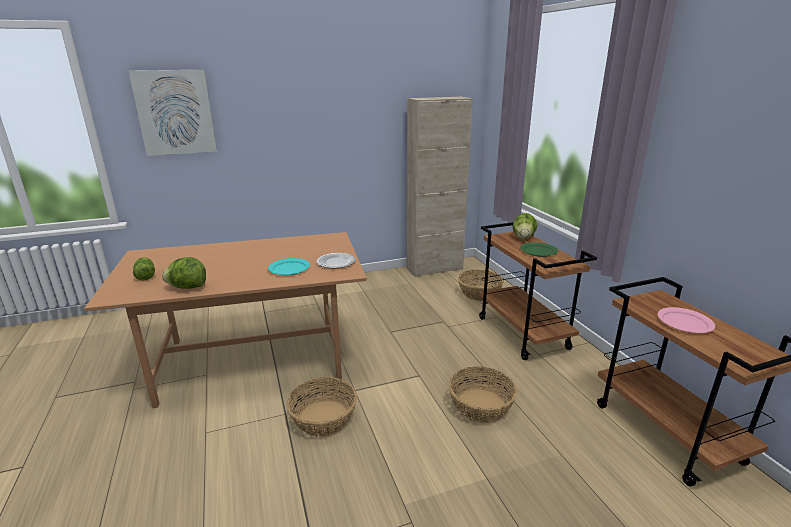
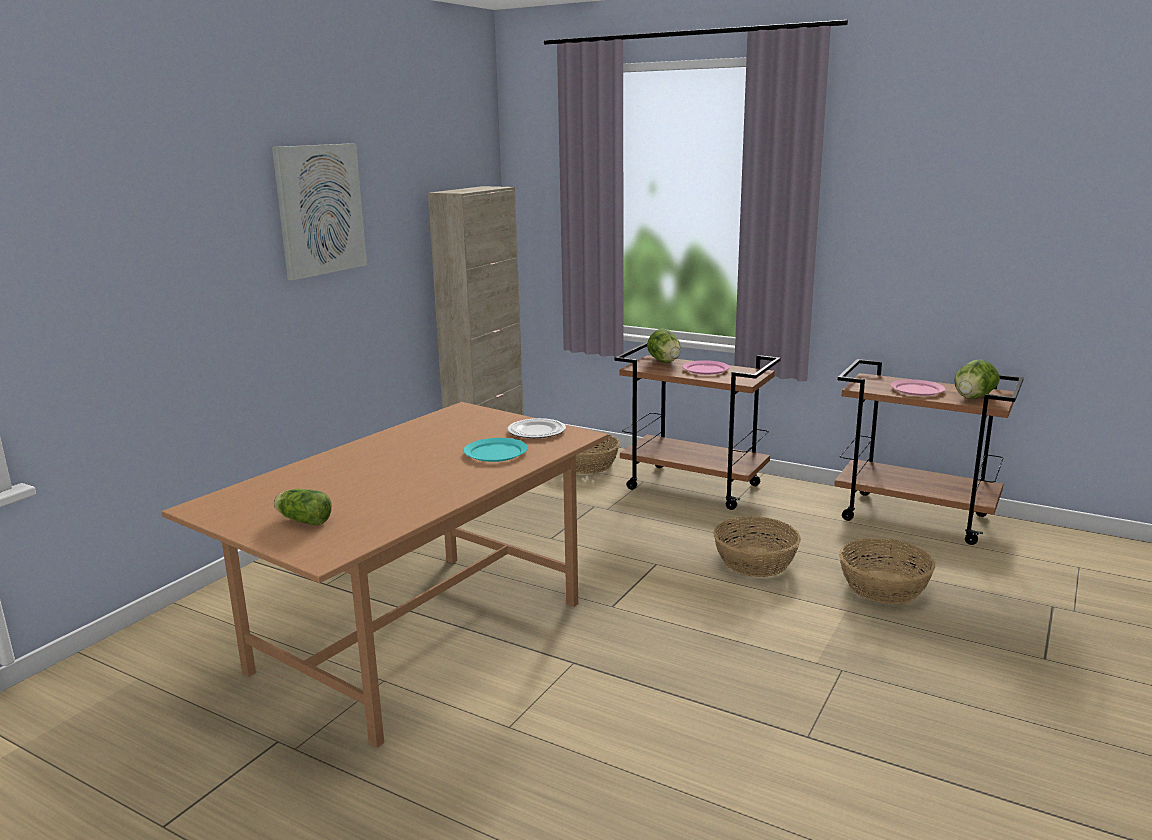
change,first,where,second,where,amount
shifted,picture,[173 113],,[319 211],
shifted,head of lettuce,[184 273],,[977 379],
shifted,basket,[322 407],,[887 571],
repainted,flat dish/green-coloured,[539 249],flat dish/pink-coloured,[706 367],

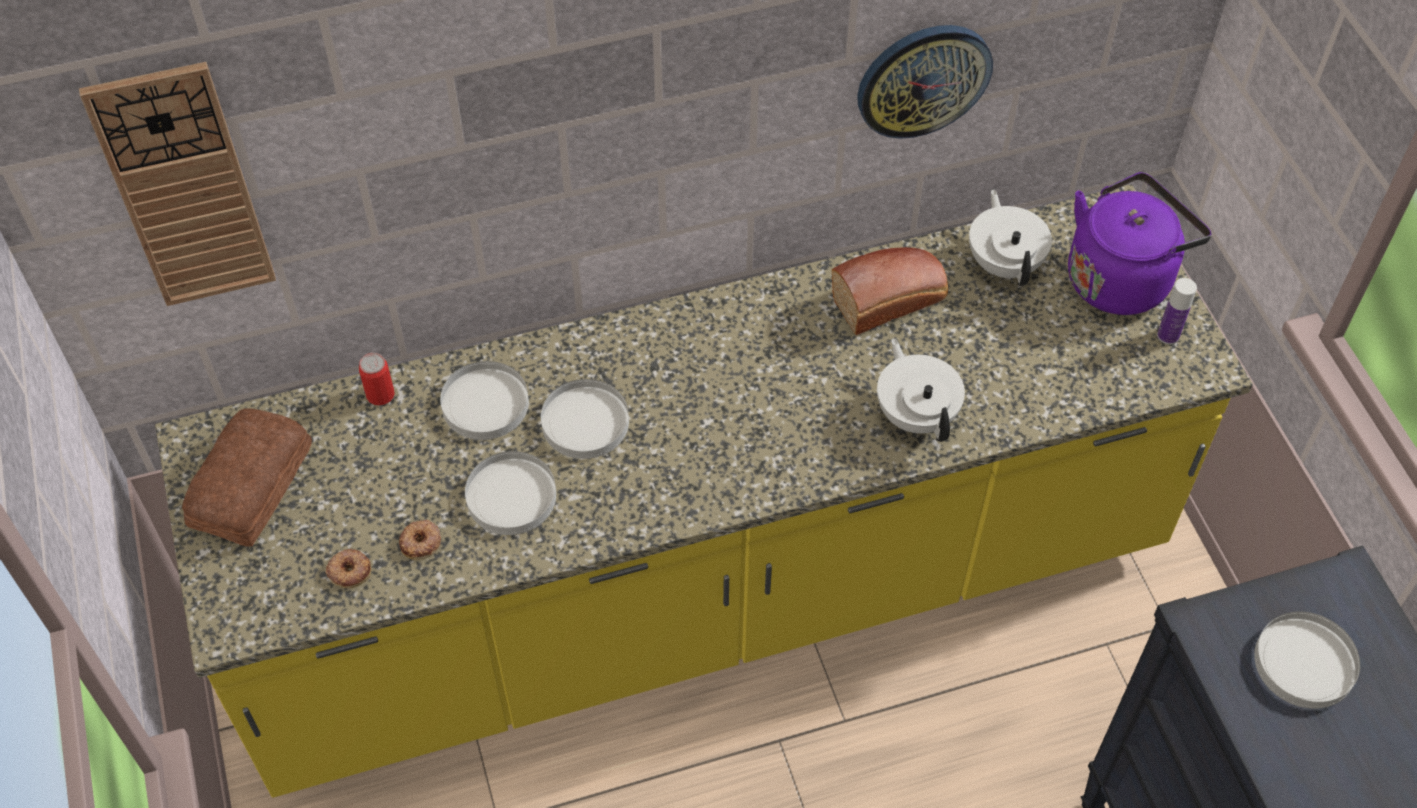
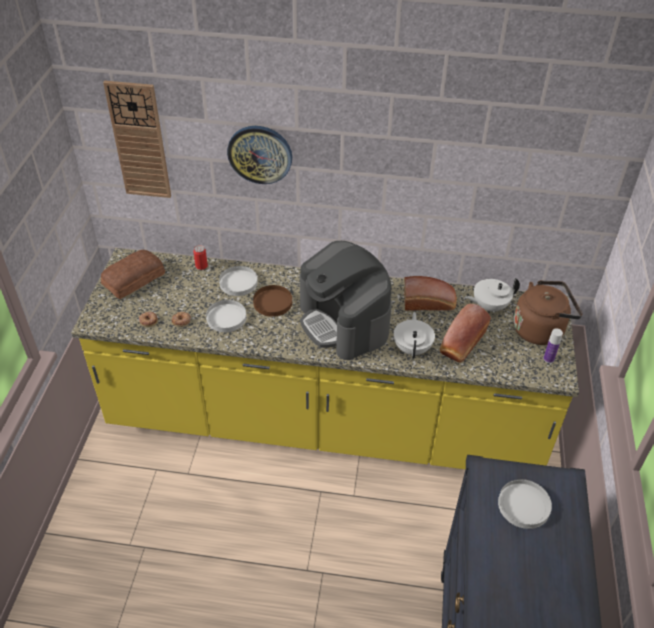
change,first,where,second,where,amount
new,,,coffee maker,[346 300],
new,,,bakery bread,[465 333],
shifted,clock on the wall,[925 82],,[259 155],
repainted,flat dish/white-coloured,[585 419],flat dish/brown-coloured,[272 301],
repainted,tea kettle/purplish,[1140 243],tea kettle/brown-coloured,[547 312],
rotated,teapot/white-coloured,[1010 237],,[492 295],120 degrees counterclockwise

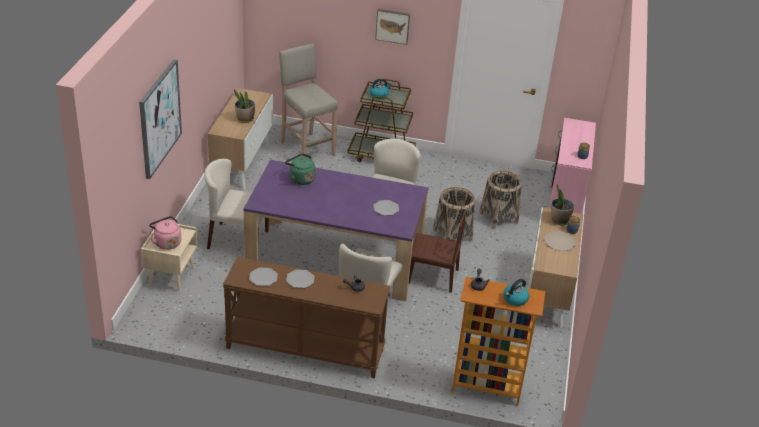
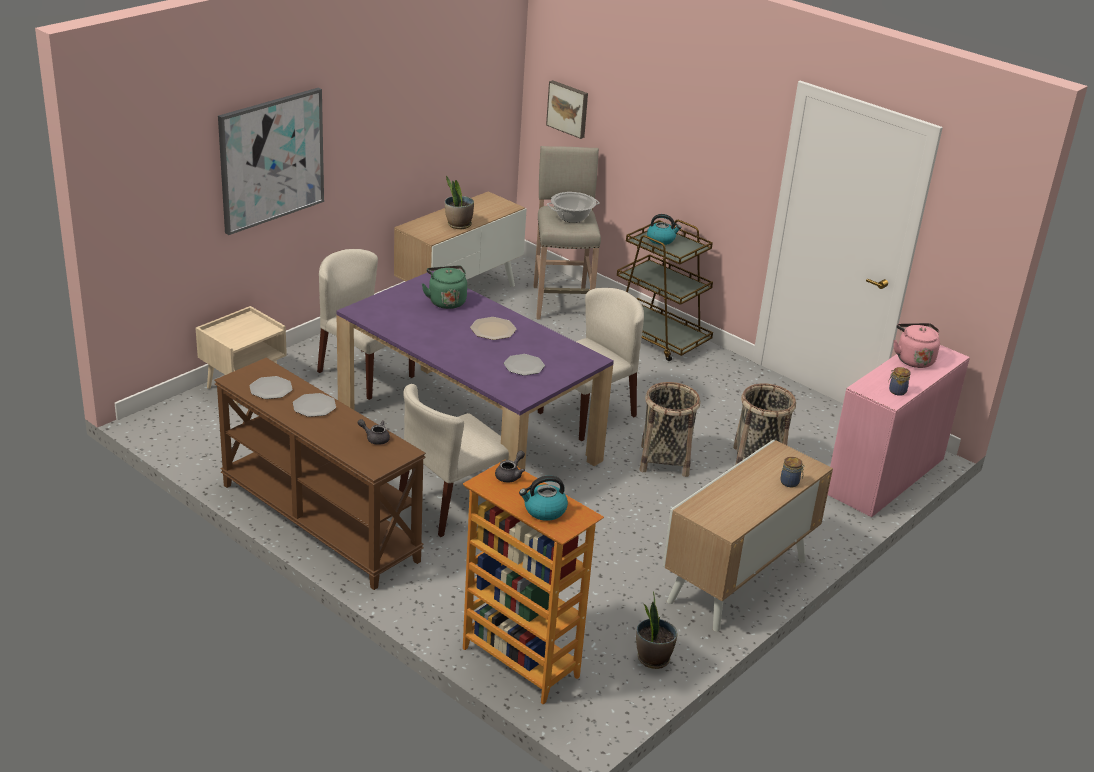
change,first,where,second,where,amount
gone,upright chair/brown-coloured,[437 251],,,
new,,,cooking pot,[573 207],
shifted,tea kettle/pink-coloured,[165 233],,[916 345],
shifted,picture,[392 27],,[567 109],
shifted,flat dish,[560 241],,[493 328],
shifted,potted plant,[562 204],,[657 630],

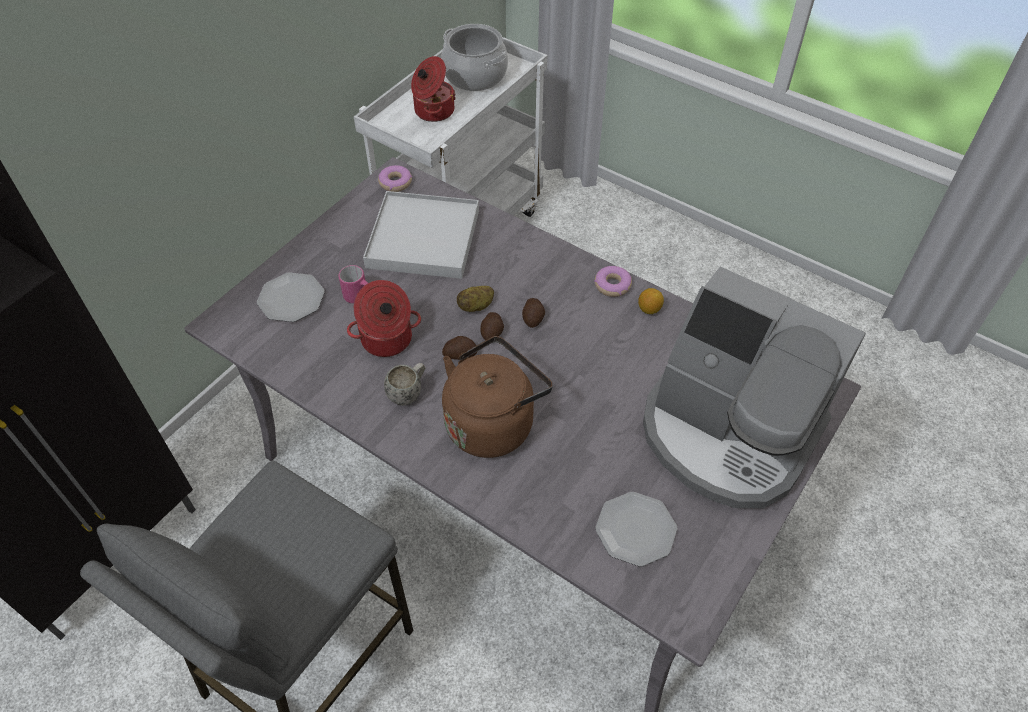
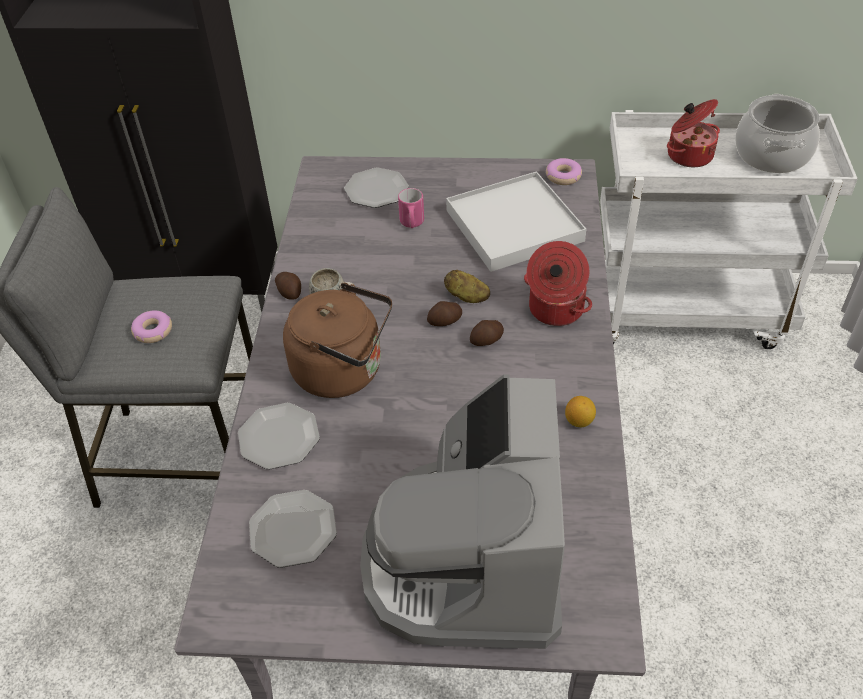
change,first,where,second,where,amount
new,,,flat dish,[279 436],
shifted,cooking pot,[384 318],,[558 283],
shifted,potato,[460 348],,[288 286],
shifted,doughnut,[613 281],,[151 327],

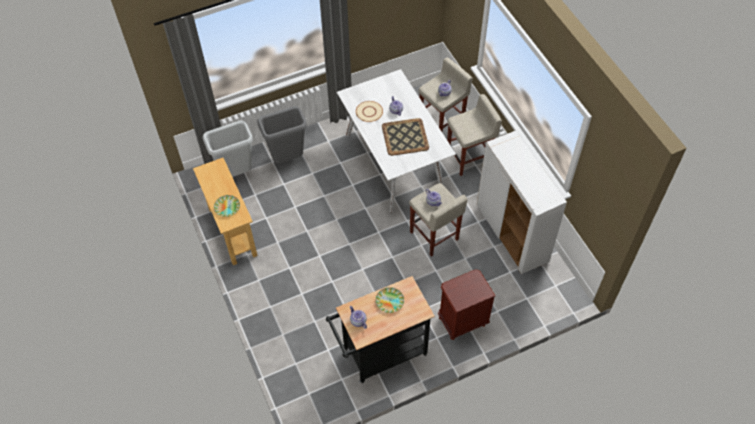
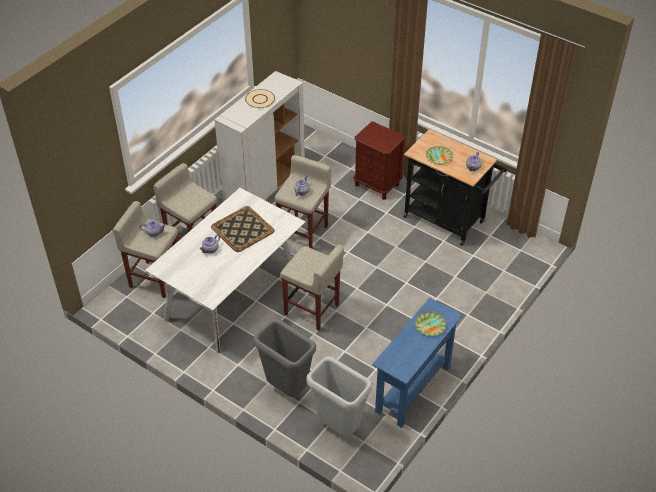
change,first,where,second,where,amount
new,,,sitting stool/sand-coloured,[312 287],
shifted,flat dish/sand-coloured,[369 111],,[260 98],
repainted,console table/sand-coloured,[225 211],console table/blue-coloured,[417 363],

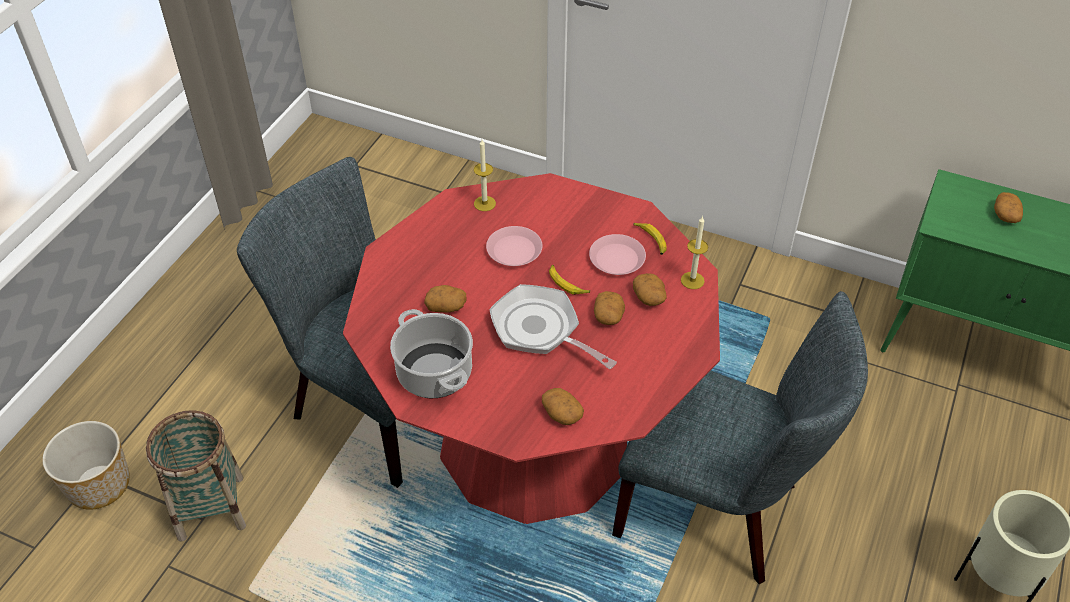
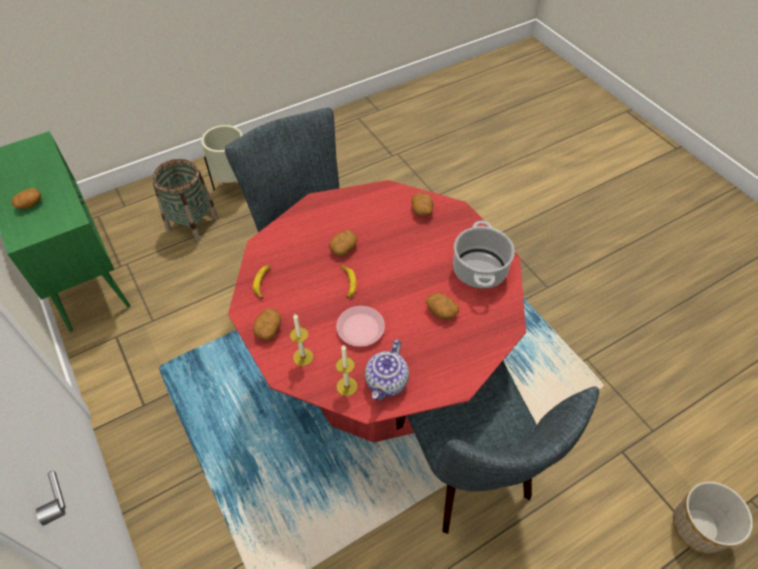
change,first,where,second,where,amount
gone,skillet,[553 326],,,
gone,flat dish/pink-coloured,[617 254],,,
new,,,teapot,[387 369],
shifted,basket,[196 476],,[185 200],
shifted,potato,[650 289],,[267 324],
shifted,wax candle,[694 252],,[301 340],

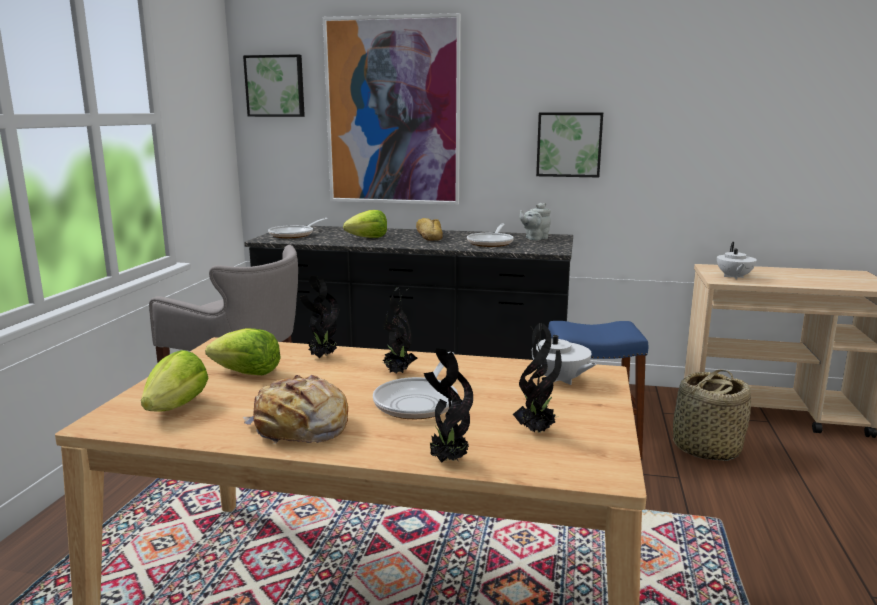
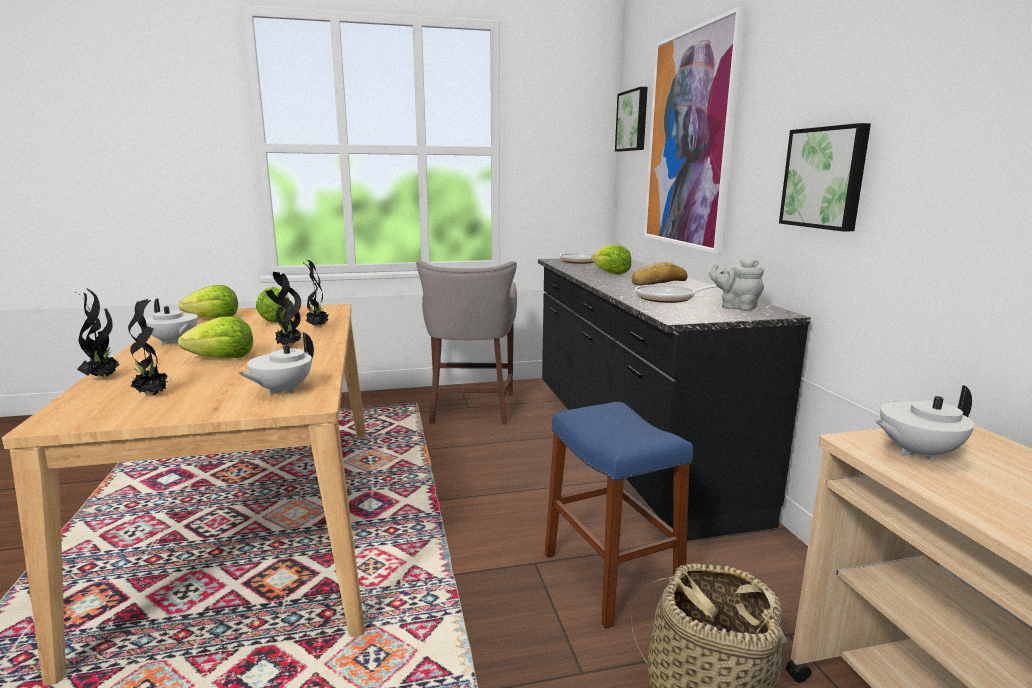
change,first,where,second,where,amount
swapped,bakery bread,[295 409],teapot/white-coloured,[171 322],
swapped,skillet,[415 385],head of lettuce,[215 337],

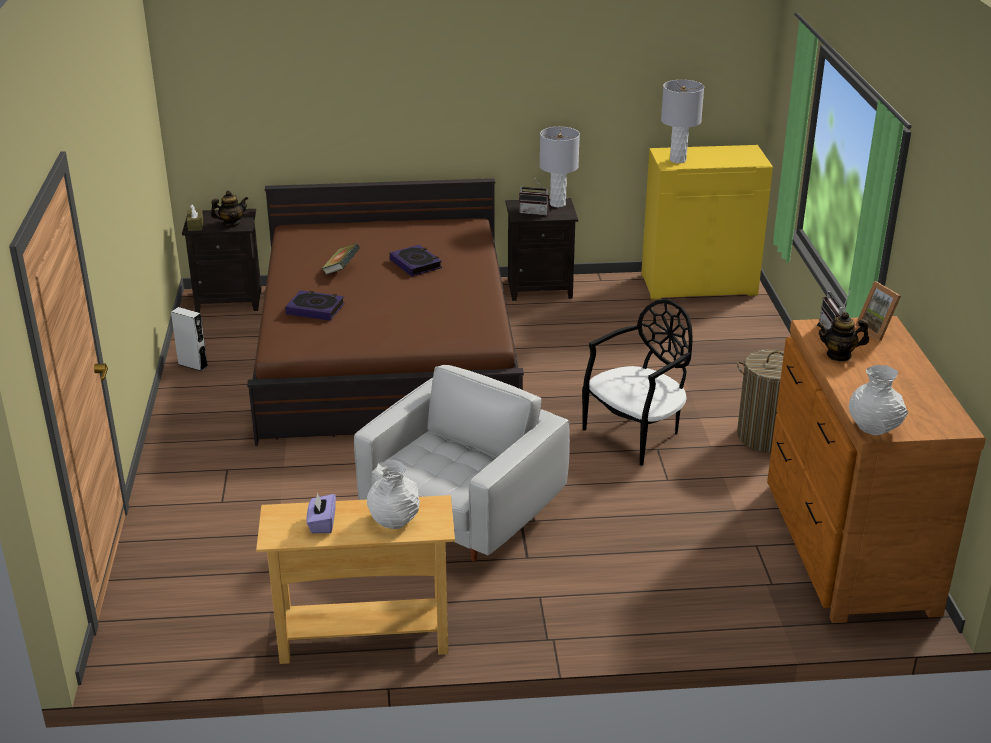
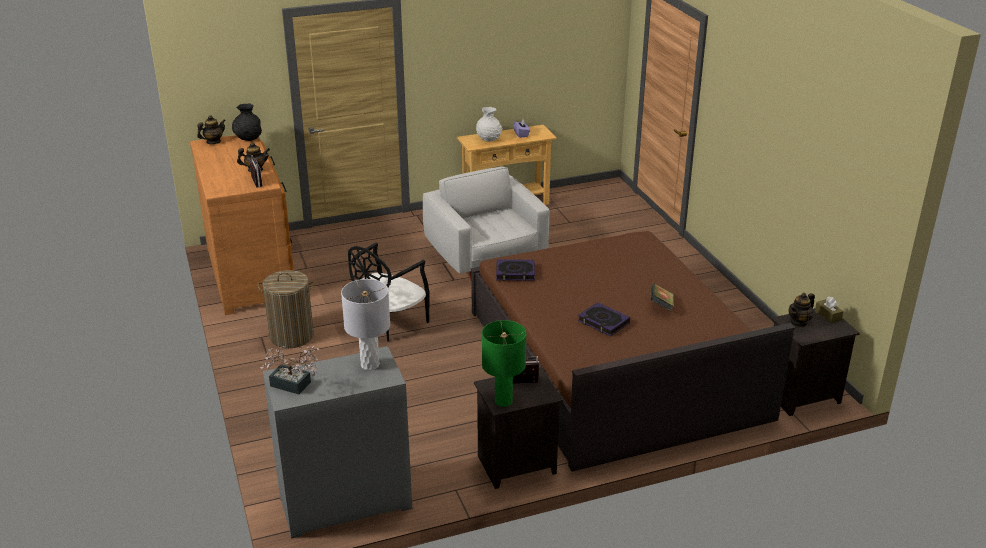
change,first,where,second,where,amount
gone,loudspeaker/greyish,[189 339],,,
gone,photo frame,[878 311],,,
new,,,teapot,[211 129],
new,,,potted plant,[289 370],
shifted,bound book,[315 305],,[515 270],
repainted,tabletop lamp/greyish,[560 167],tabletop lamp/green-coloured,[504 363],
repainted,storage cabinet/yellowish,[707 222],storage cabinet/greyish,[337 442],
repainted,decorative vase/white-coloured,[878 400],decorative vase/black-coloured,[247 122],
rotated,easy chair/white-coloured,[462 463],,[486 224],135 degrees clockwise

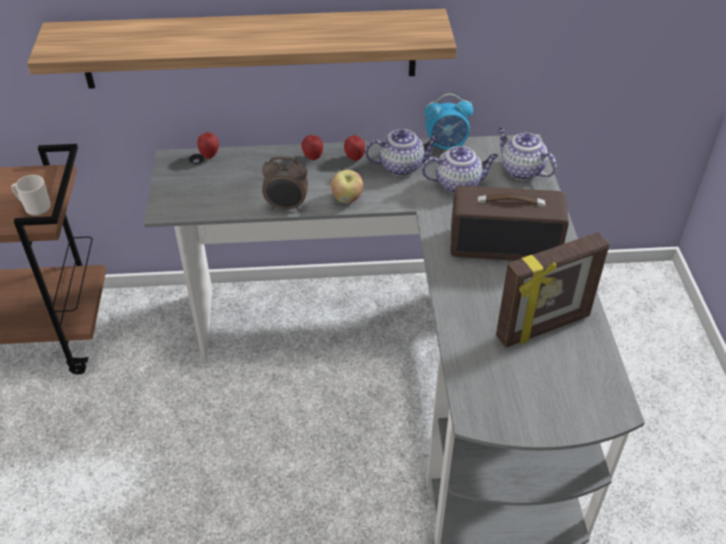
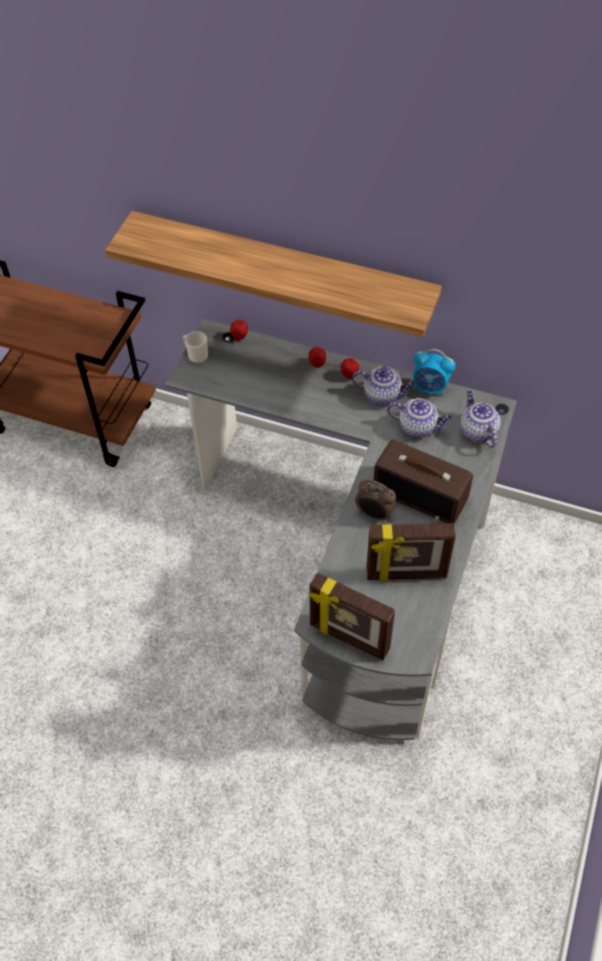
change,first,where,second,where,amount
gone,apple,[347 186],,,
new,,,photo frame,[352 616],
shifted,mug,[31 195],,[195 347],
shifted,bedside clock,[285 183],,[375 500],

